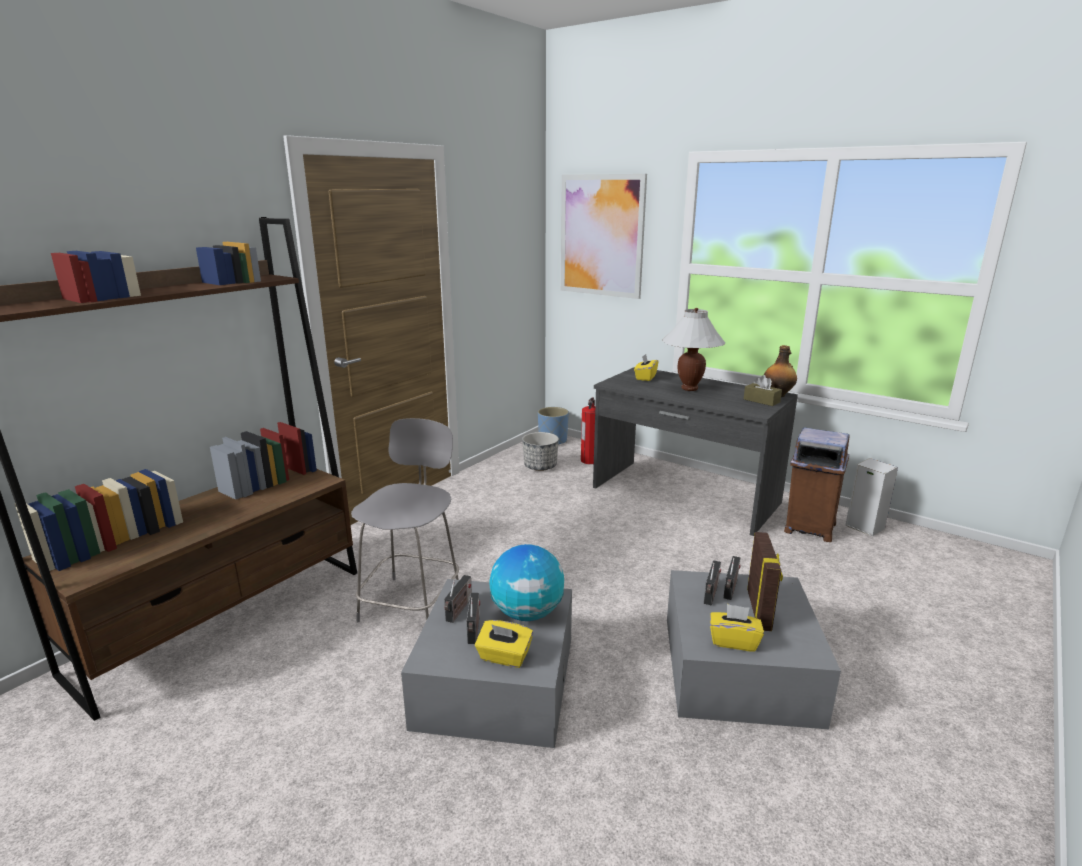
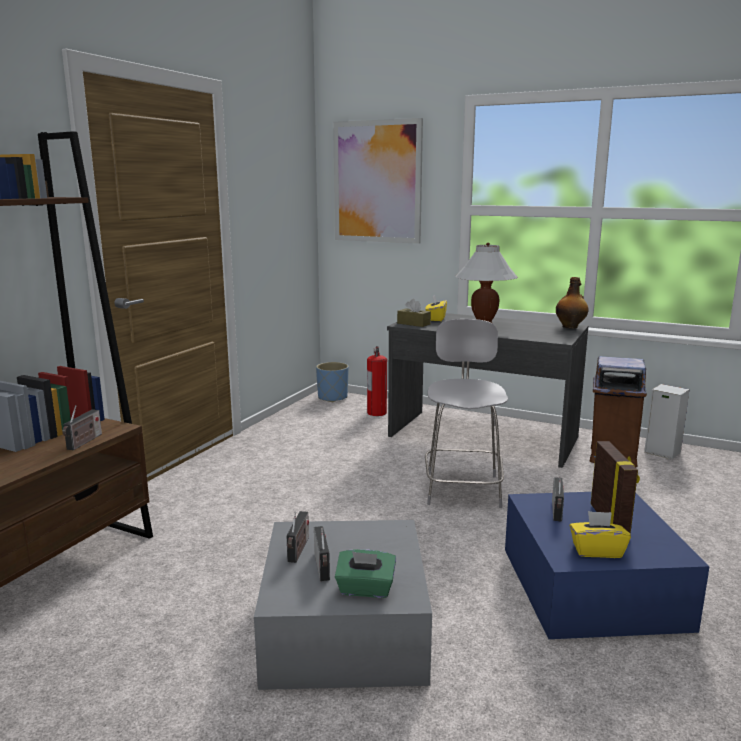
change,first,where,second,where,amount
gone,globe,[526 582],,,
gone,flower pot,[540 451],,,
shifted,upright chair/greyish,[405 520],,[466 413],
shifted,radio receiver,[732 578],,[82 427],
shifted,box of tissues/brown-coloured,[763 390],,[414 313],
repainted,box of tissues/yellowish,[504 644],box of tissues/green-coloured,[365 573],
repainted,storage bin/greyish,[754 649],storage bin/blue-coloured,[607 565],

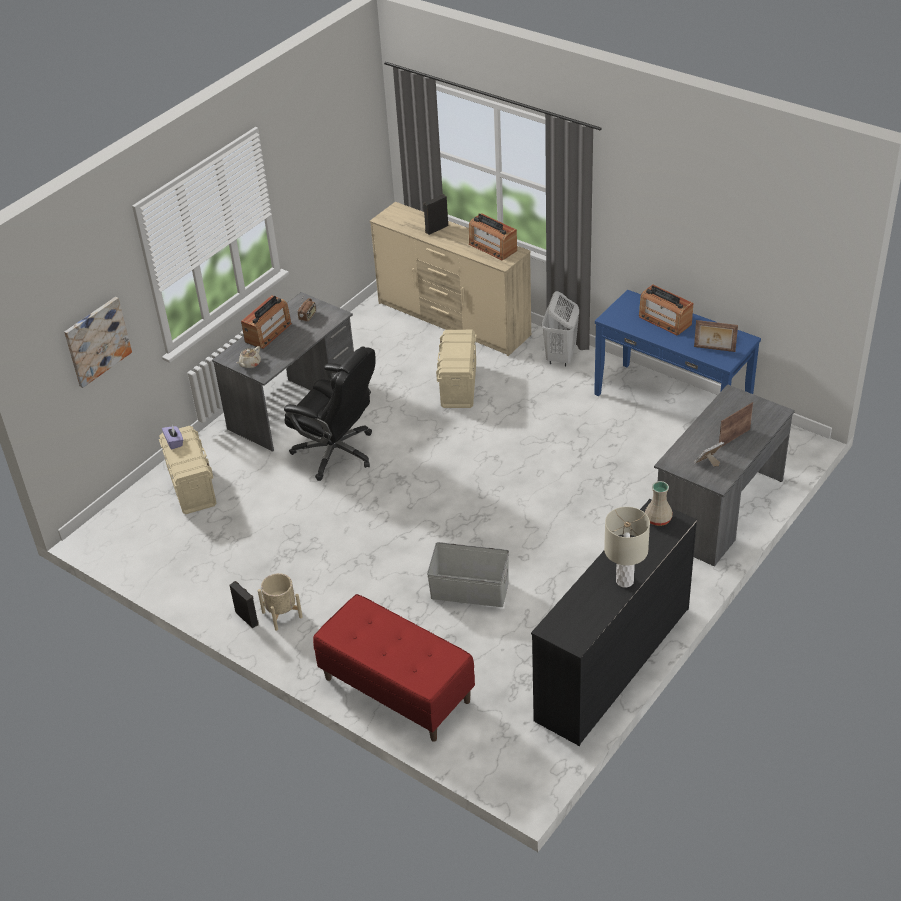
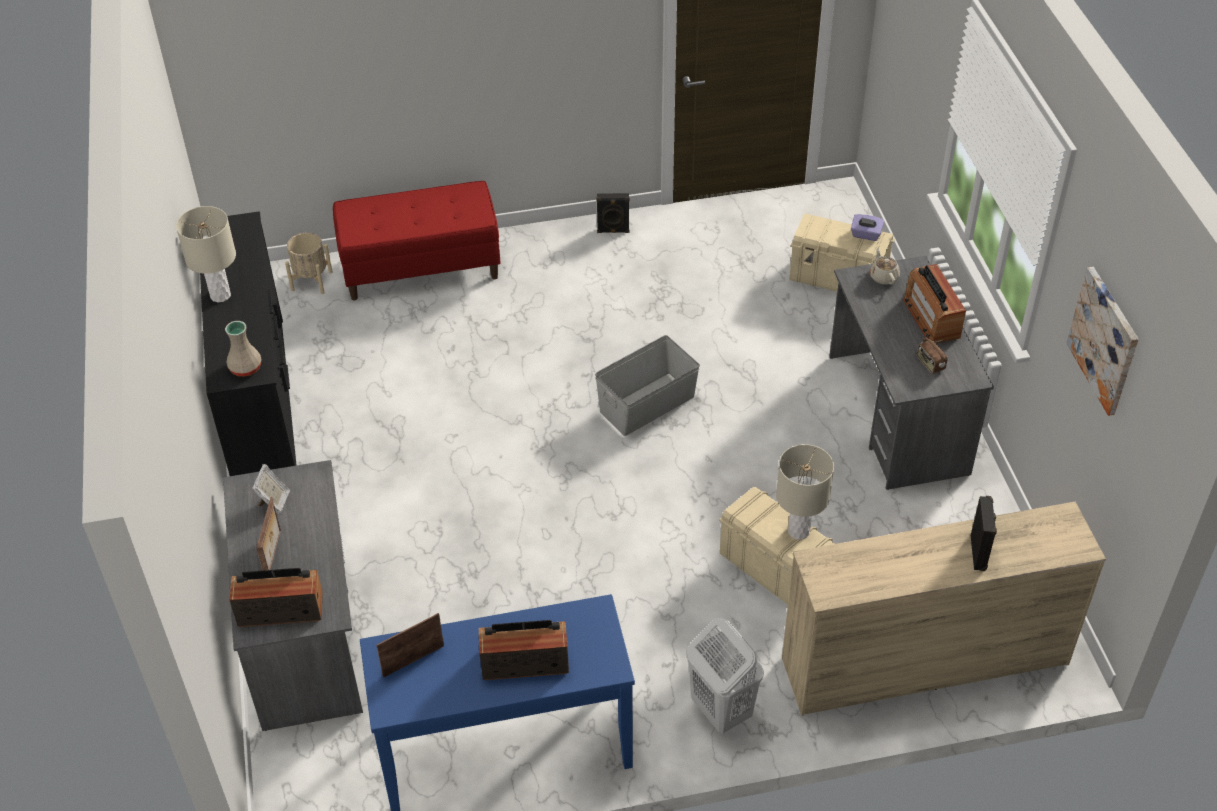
change,first,where,second,where,amount
gone,desk chair/black-coloured,[330 414],,,
new,,,tabletop lamp/sand-coloured,[805 492],
shifted,picture,[98 342],,[1102 341],
shifted,flower pot/sand-coloured,[280 602],,[309 263],
shifted,storage bin/greyish,[468 574],,[647 385],
shifted,radio receiver,[493 236],,[276 597],

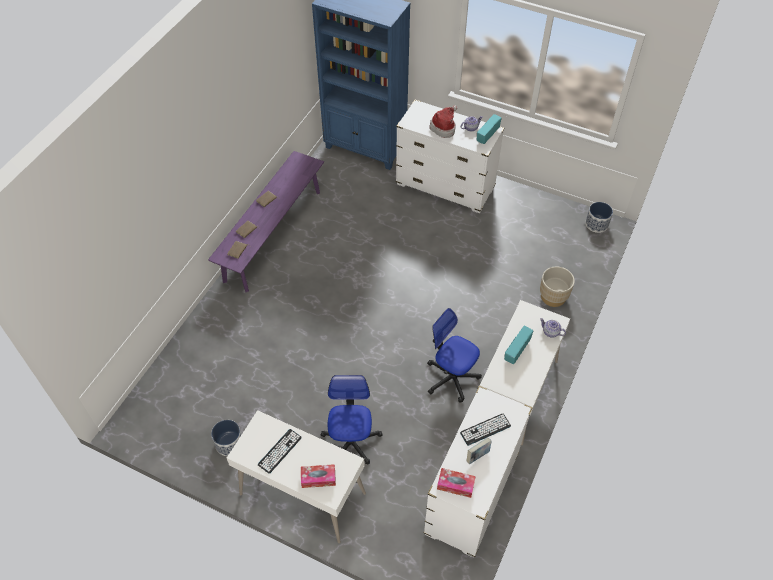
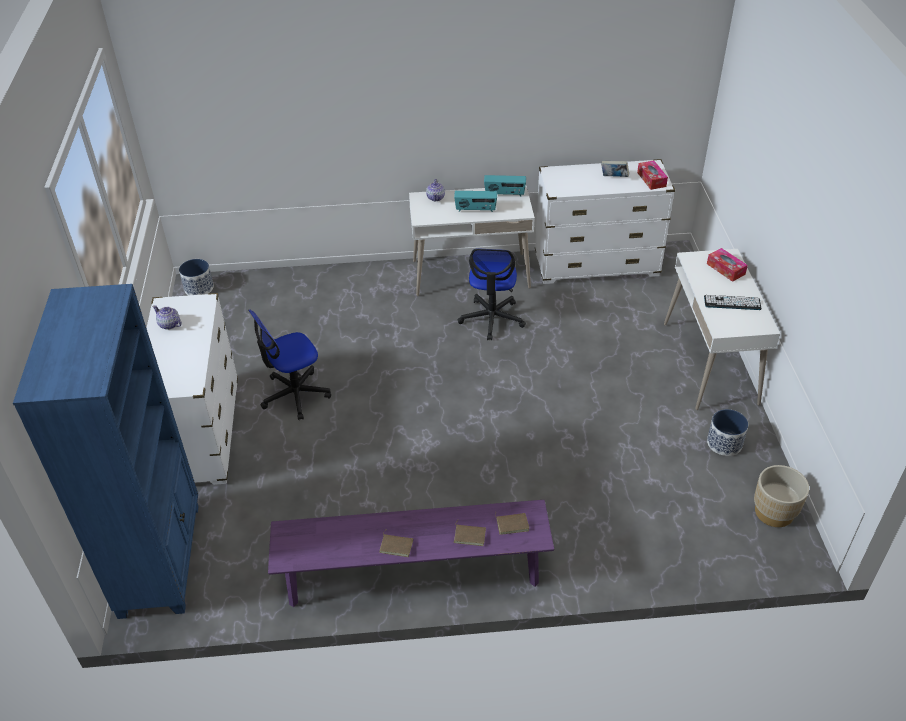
change,first,where,second,where,amount
gone,wearable hat,[443 121],,,
gone,keyboard,[485 430],,,
shifted,desk chair,[351 420],,[289 364],
shifted,radio receiver,[489 129],,[505 185],
shifted,flower pot/sand-coloured,[557 286],,[781 496],

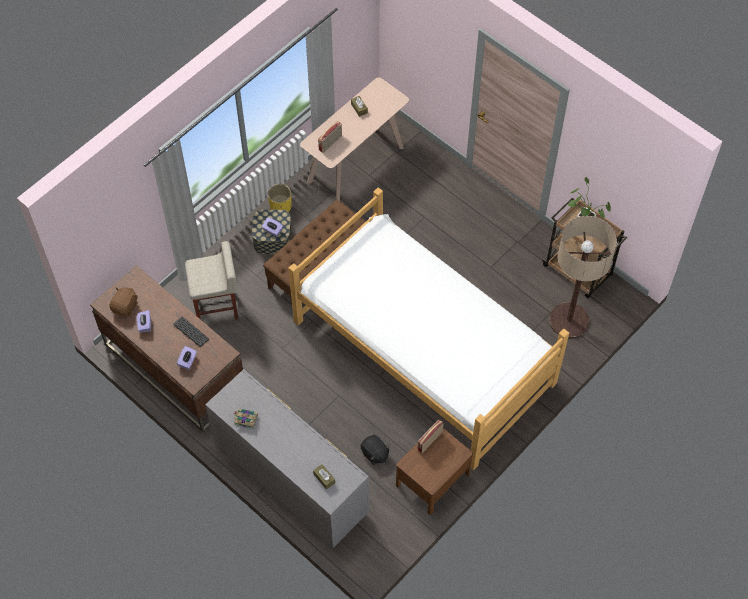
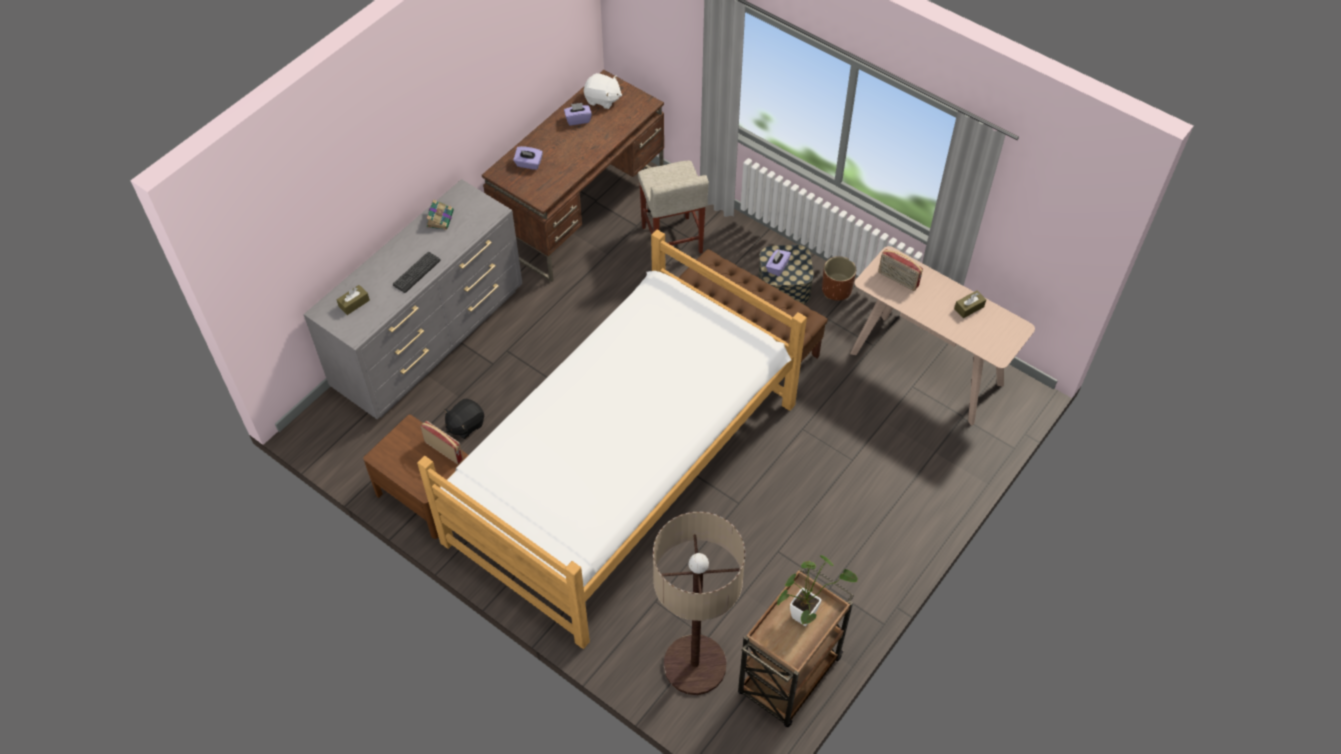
change,first,where,second,where,amount
shifted,keyboard,[191 332],,[417 272],
repainted,plush toy/brown-coloured,[124 301],plush toy/white-coloured,[603 91],
repainted,flower pot/yellowish,[280 198],flower pot/brown-coloured,[839 278],

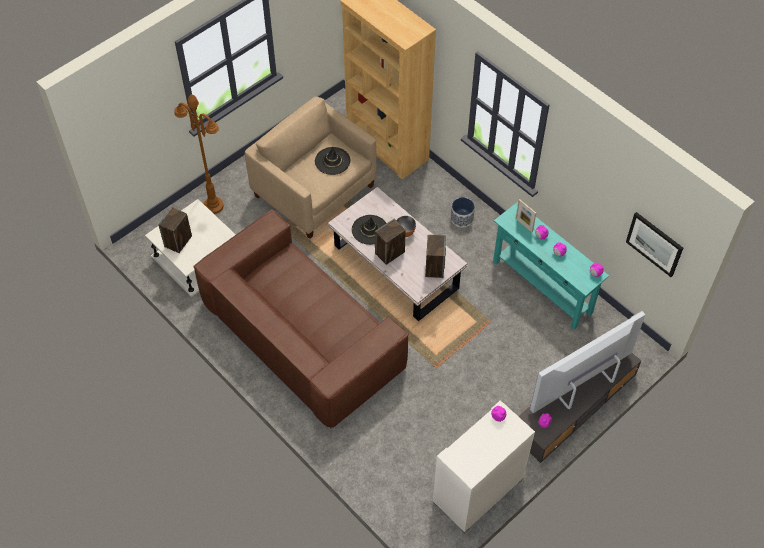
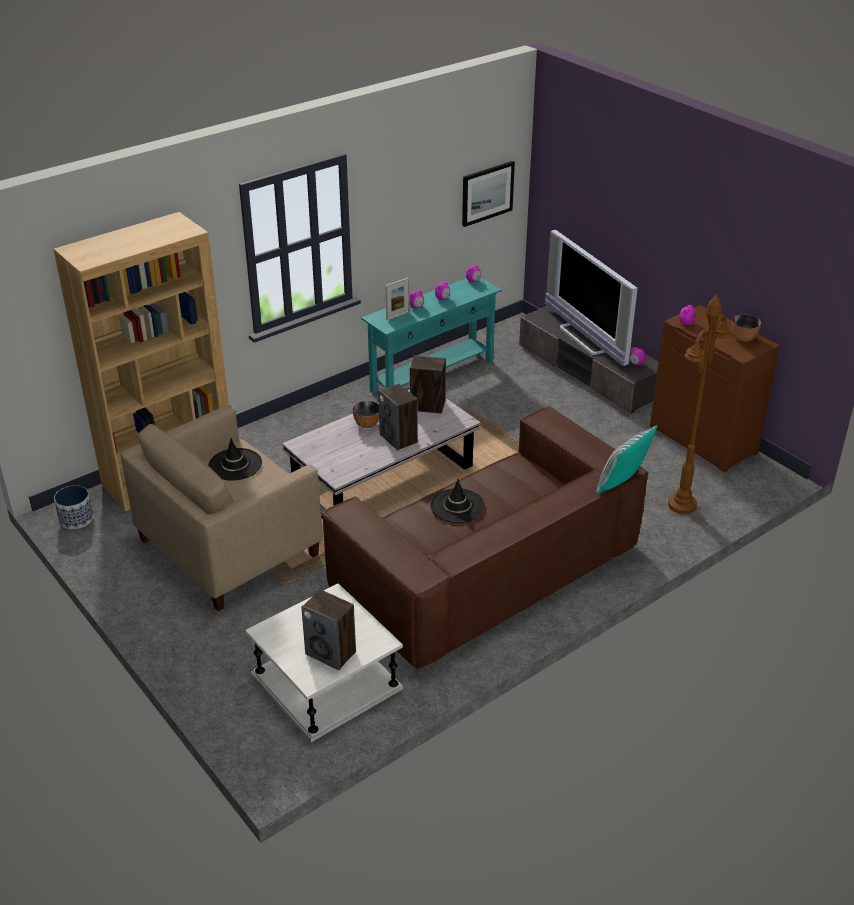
change,first,where,second,where,amount
new,,,pillow,[626 459],
new,,,bowl,[746 328],
shifted,standard lamp/brown-coloured,[199 154],,[699 404],
shifted,wearable hat/black-coloured,[369 230],,[457 501],
shifted,flower pot,[463 212],,[73 507],
repainted,storage cabinet/white-coloured,[484 467],storage cabinet/brown-coloured,[715 388],

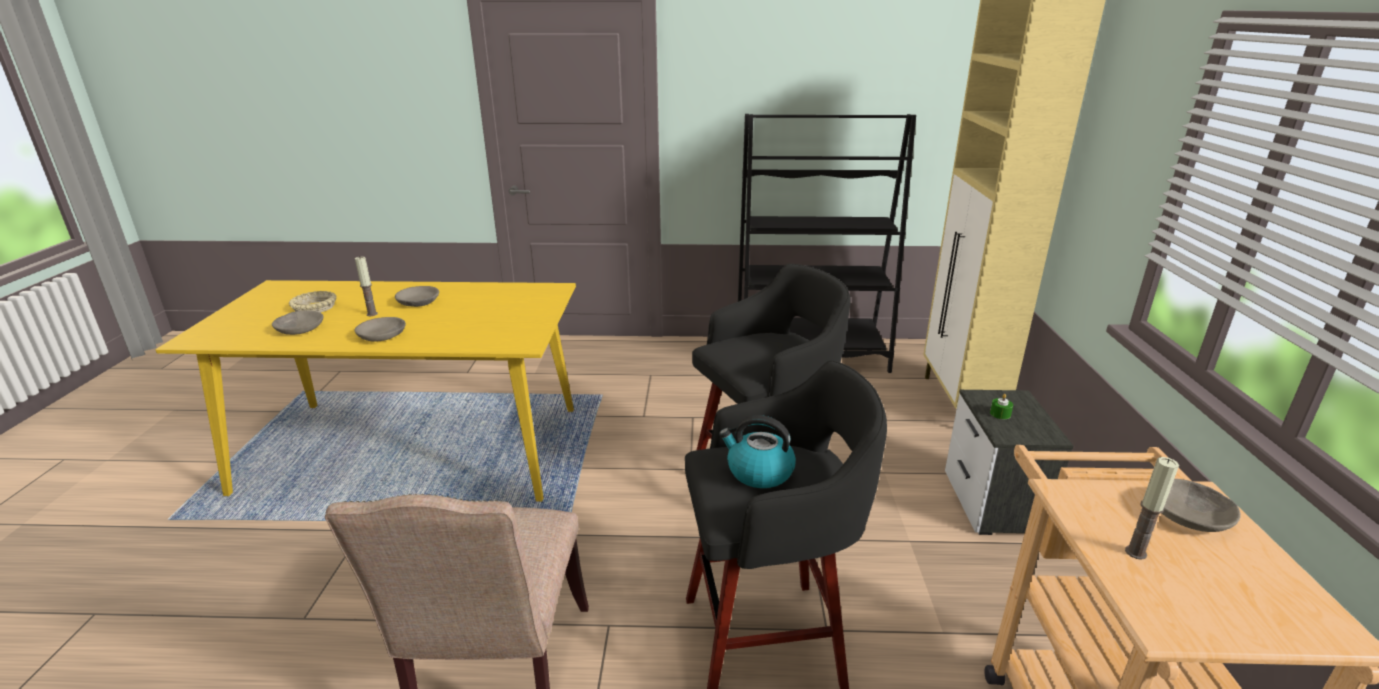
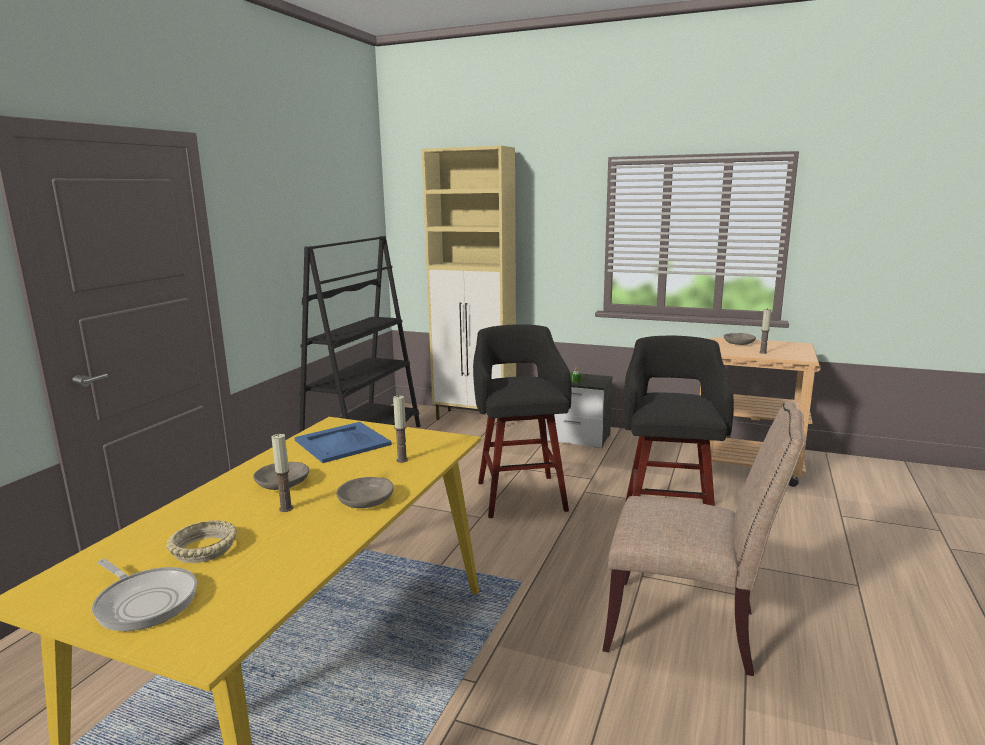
change,first,where,second,where,amount
gone,bowl/greyish,[297 322],,,
gone,tea kettle,[757 451],,,
new,,,skillet,[144 595],
new,,,tray/blue-coloured,[343 442],
new,,,wax candle,[400 429],

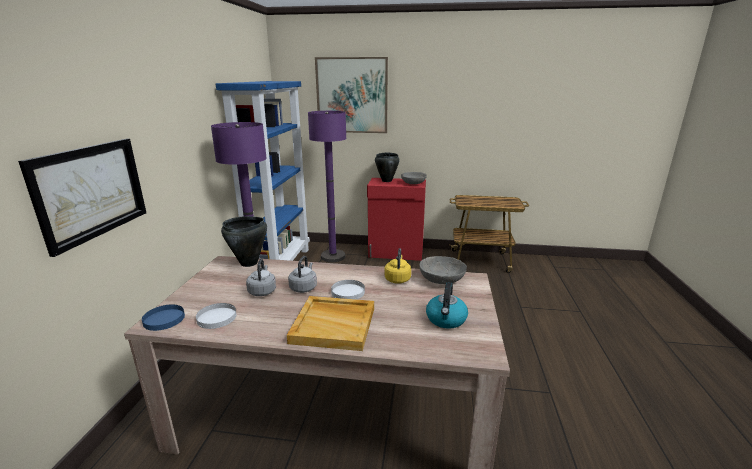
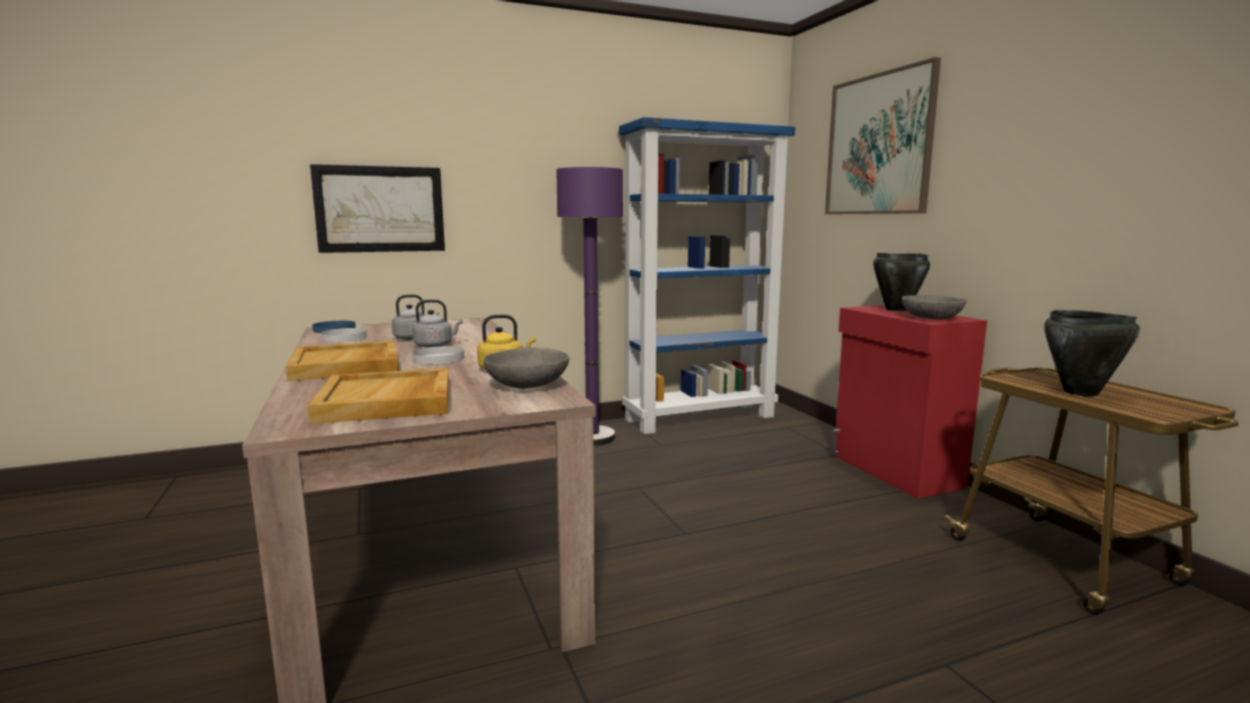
change,first,where,second,where,amount
gone,standard lamp/purplish,[327 186],,,
shifted,cooking pot/black-coloured,[244 241],,[1092 353],
swapped,tea kettle,[447 305],tray/sand-coloured,[378 396],

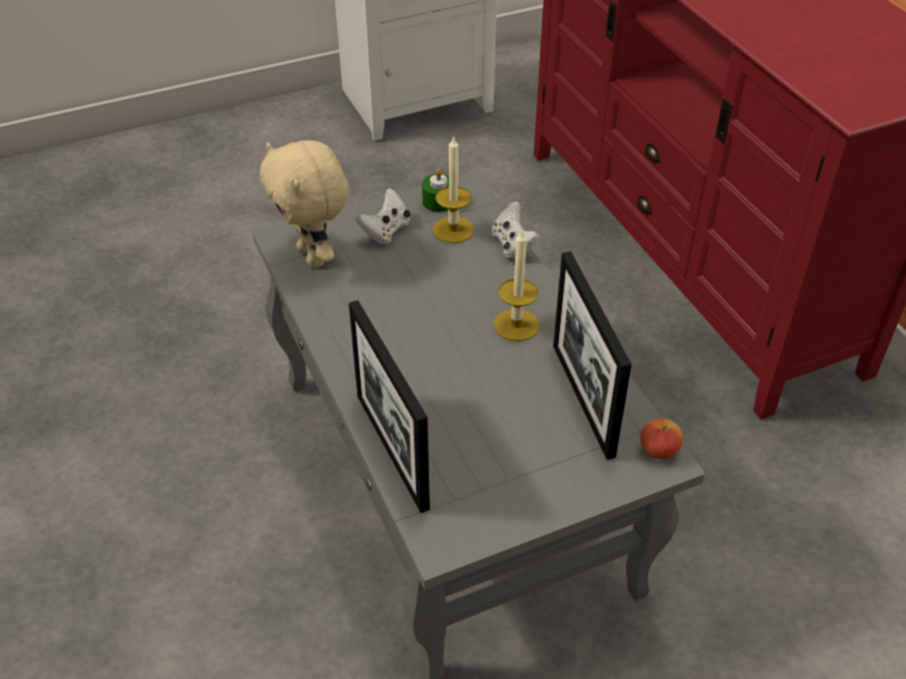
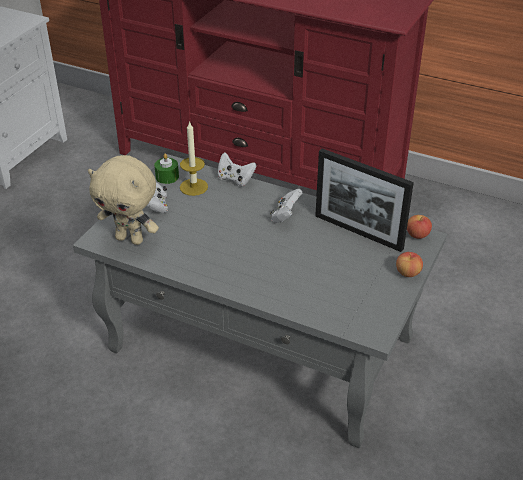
change,first,where,second,where,amount
gone,photo frame,[389 406],,,
new,,,apple,[409 264],
swapped,wax candle,[516 285],joypad/white-coloured,[286 206],

